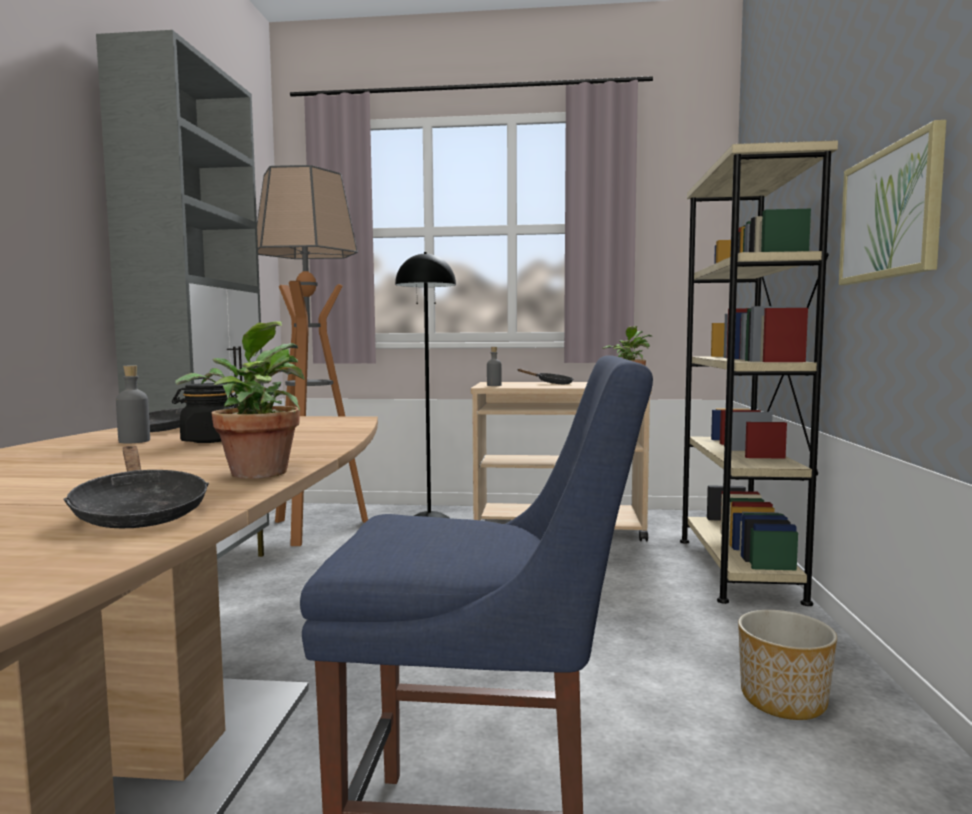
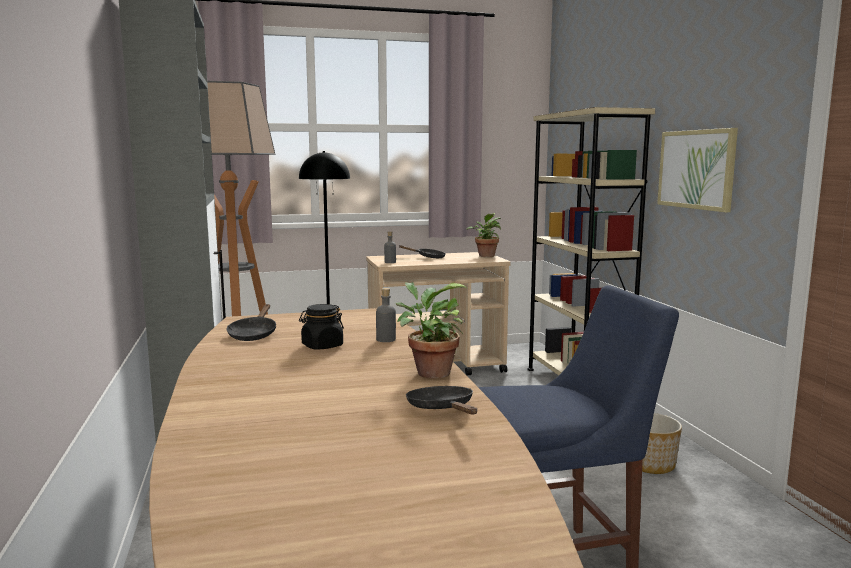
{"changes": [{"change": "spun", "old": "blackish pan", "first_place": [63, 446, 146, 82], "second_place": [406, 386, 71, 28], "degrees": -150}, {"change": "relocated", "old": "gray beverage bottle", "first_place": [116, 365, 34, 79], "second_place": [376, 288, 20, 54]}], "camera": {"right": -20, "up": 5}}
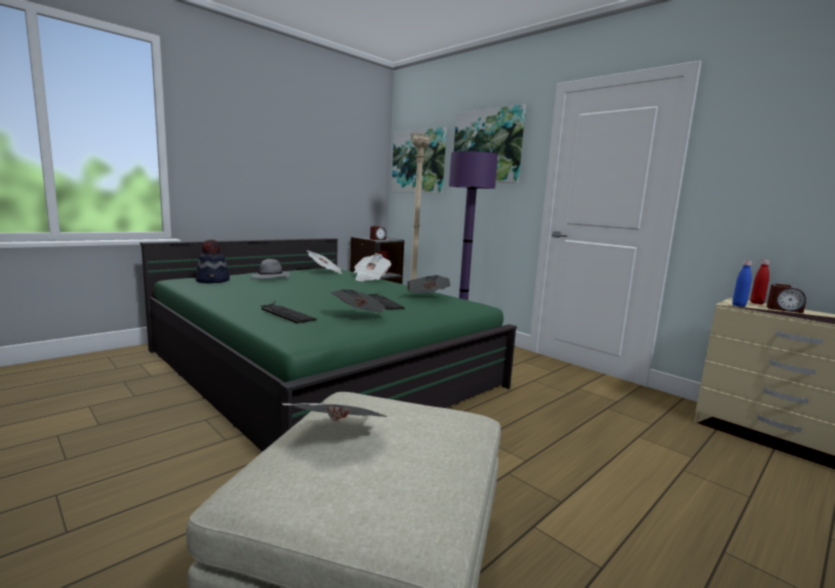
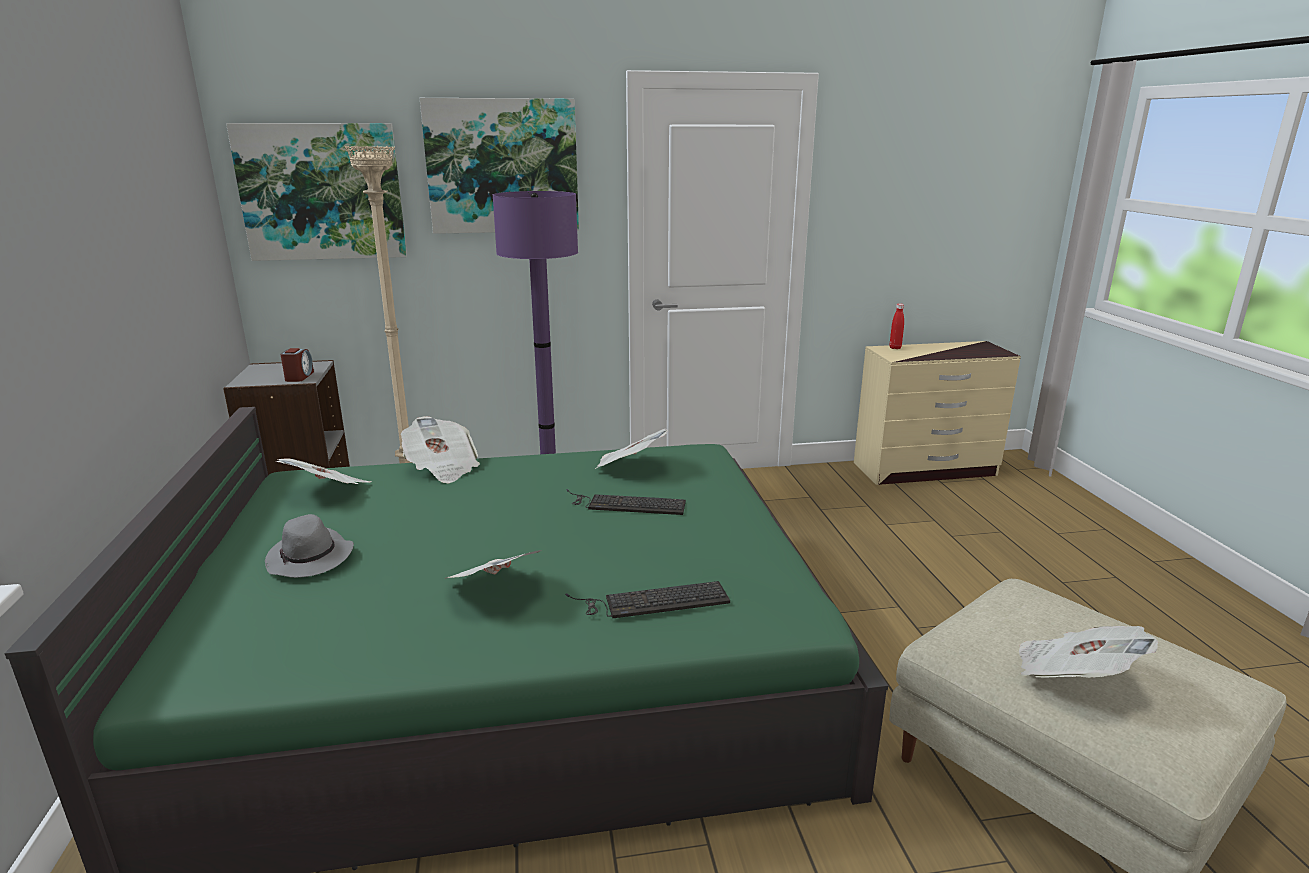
{"changes": [{"change": "missing", "old": "wearable hat", "first_place": [196, 240, 34, 43]}, {"change": "relocated", "old": "newspaper", "first_place": [331, 289, 56, 23], "second_place": [444, 550, 97, 29]}, {"change": "missing", "old": "blue beverage bottle", "first_place": [732, 261, 20, 46]}, {"change": "missing", "old": "alarm clock", "first_place": [767, 284, 39, 29]}], "camera": {"right": -55, "up": 10}}
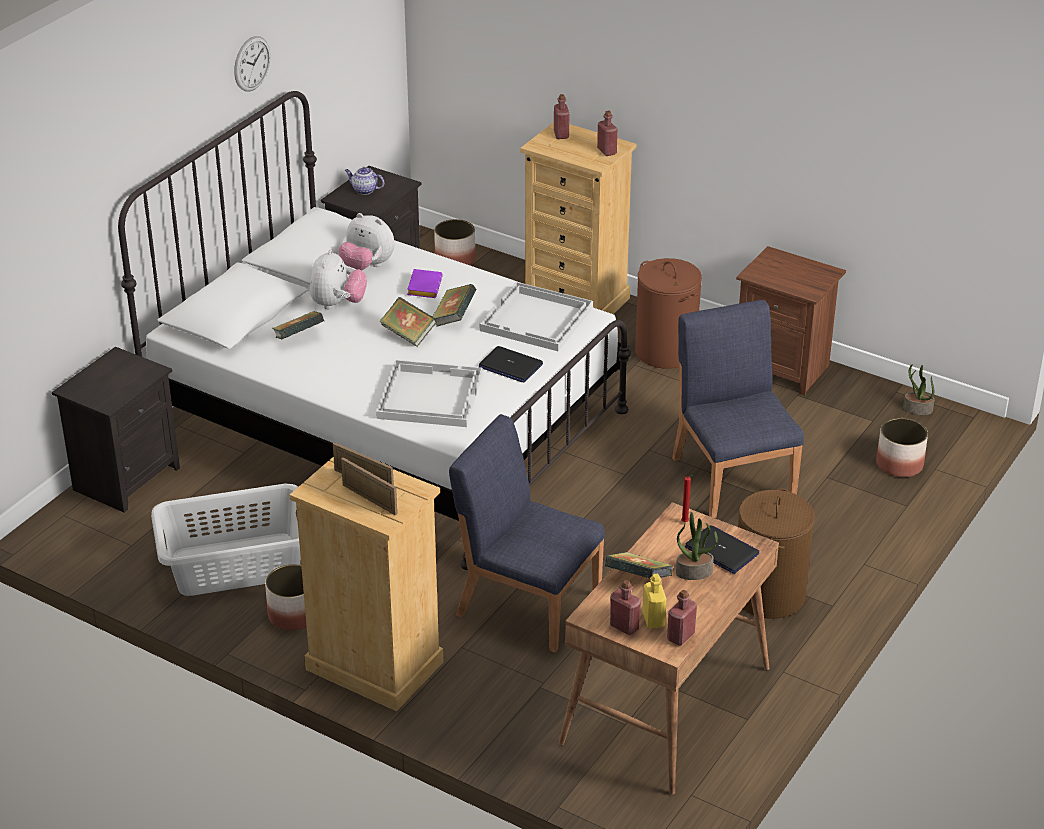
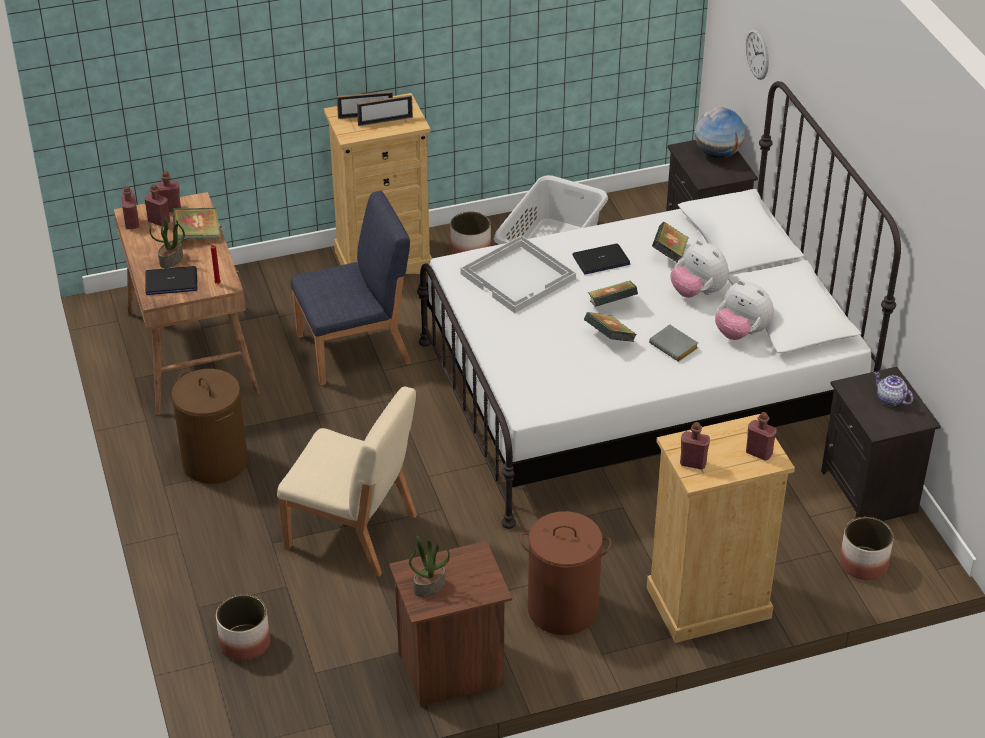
{"changes": [{"change": "relocated", "old": "clock on the wall", "first_place": [234, 36, 36, 56], "second_place": [746, 27, 23, 53]}, {"change": "spun", "old": "plush toy", "first_place": [338, 213, 57, 57], "second_place": [715, 280, 59, 60], "degrees": -120}, {"change": "spun", "old": "tea pot", "first_place": [345, 167, 39, 28], "second_place": [874, 371, 39, 35], "degrees": -105}, {"change": "colour", "old": "purple-coloured volume", "new": "gray volume", "first_place": [407, 269, 36, 29], "second_place": [649, 325, 49, 37]}, {"change": "relocated", "old": "laptop", "first_place": [479, 346, 64, 37], "second_place": [573, 244, 57, 30]}, {"change": "missing", "old": "whitish tray", "first_place": [480, 282, 113, 69]}, {"change": "colour", "old": "yellow-coloured beverage bottle", "new": "reddish beverage bottle", "first_place": [643, 574, 23, 54], "second_place": [144, 184, 26, 43]}, {"change": "colour", "old": "blue chair", "new": "sand-coloured chair", "first_place": [672, 300, 132, 218], "second_place": [277, 387, 140, 190]}, {"change": "relocated", "old": "houseplant", "first_place": [903, 364, 32, 51], "second_place": [409, 536, 41, 61]}, {"change": "appeared", "new": "world globe", "second_place": [695, 108, 50, 50]}], "camera": {"right": 130, "up": 5}}
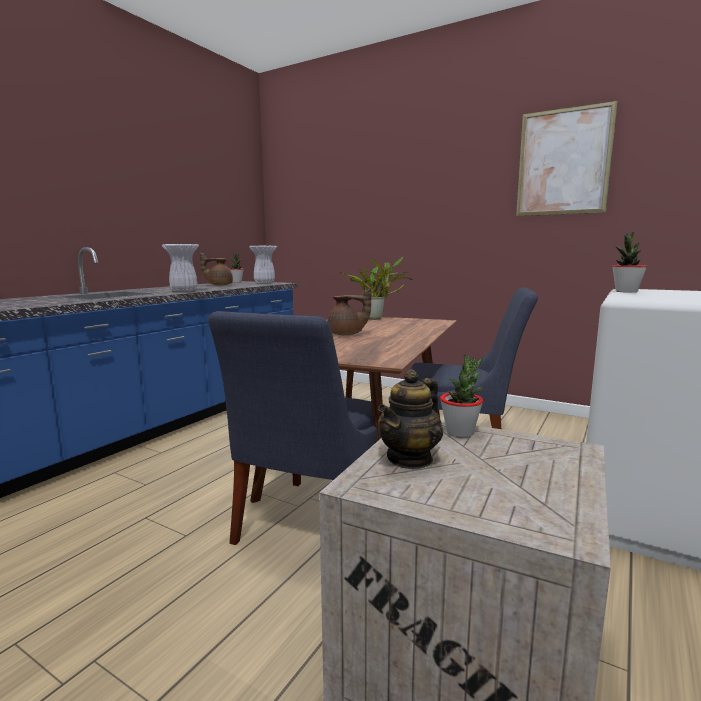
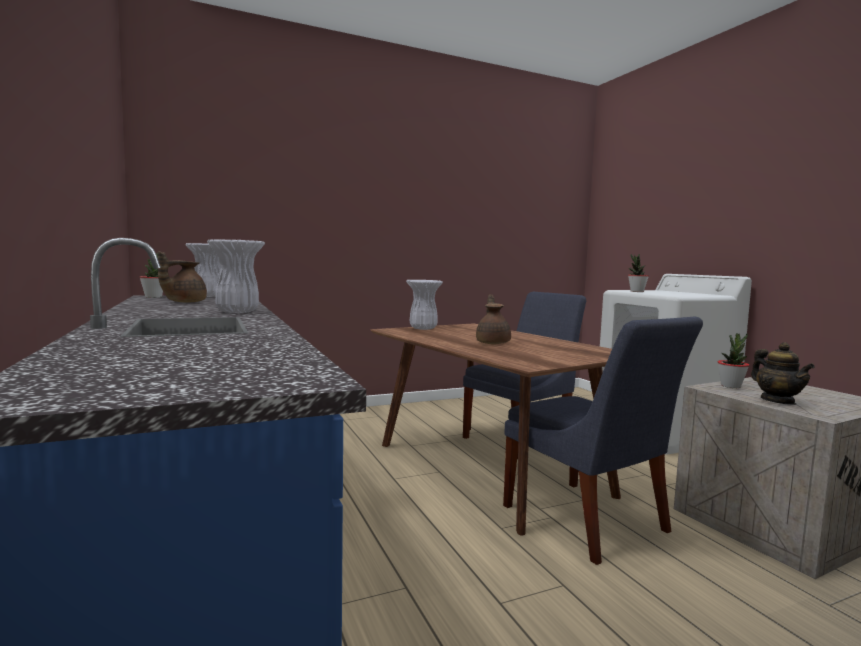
{"changes": [{"change": "spun", "old": "brownish tea pot", "first_place": [327, 287, 44, 48], "second_place": [476, 294, 35, 50], "degrees": -45}, {"change": "exchanged", "old": "houseplant", "new": "whitish vase", "first_place": [340, 257, 73, 63], "second_place": [406, 280, 37, 50]}, {"change": "missing", "old": "picture", "first_place": [516, 100, 102, 116]}], "camera": {"right": -55, "up": -5}}
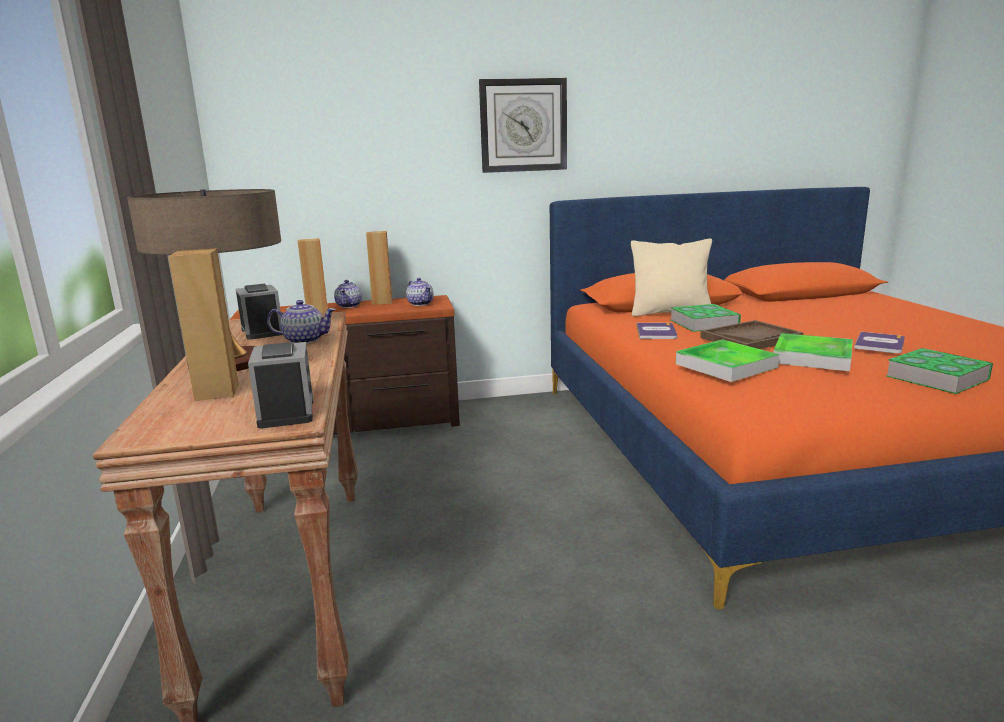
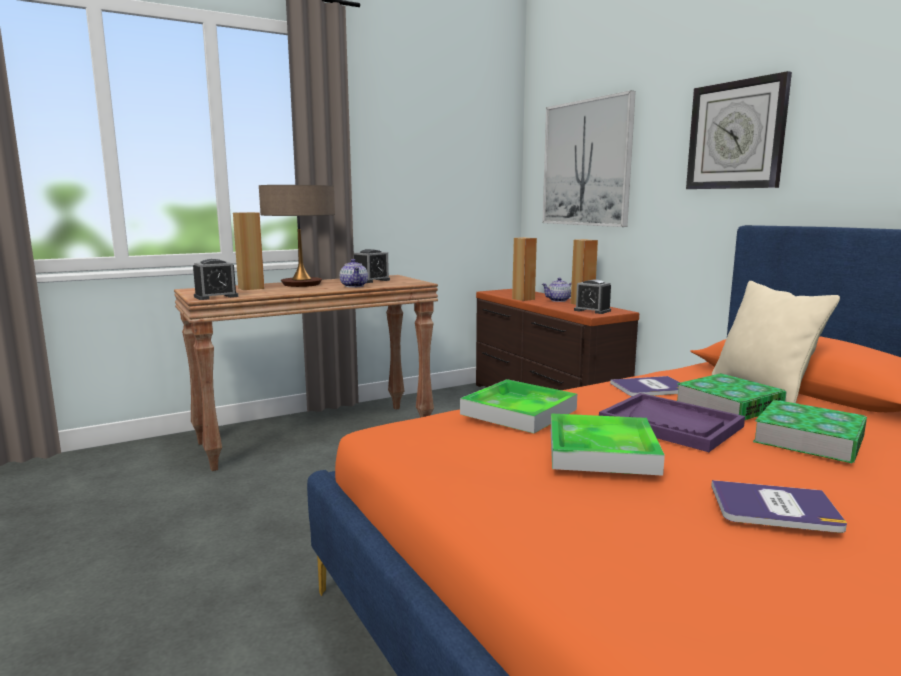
{"changes": [{"change": "exchanged", "old": "tea pot", "new": "alarm clock", "first_place": [406, 278, 28, 28], "second_place": [574, 279, 37, 35]}, {"change": "colour", "old": "brownish tray", "new": "purple-coloured tray", "first_place": [700, 320, 103, 29], "second_place": [599, 393, 146, 59]}, {"change": "relocated", "old": "volume", "first_place": [886, 348, 107, 46], "second_place": [753, 400, 114, 63]}, {"change": "appeared", "new": "picture", "second_place": [542, 90, 94, 137]}], "camera": {"right": 70, "up": -5}}
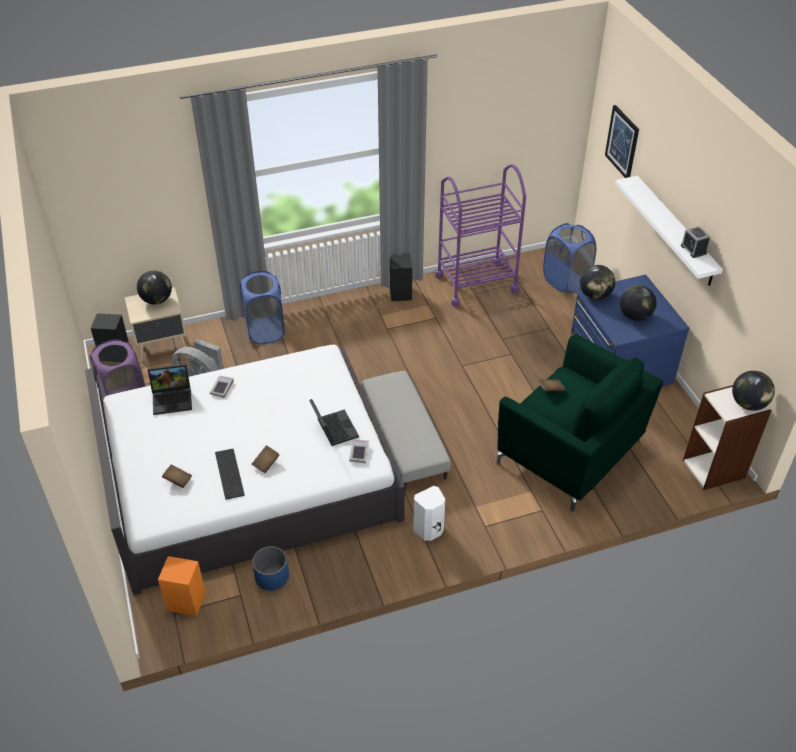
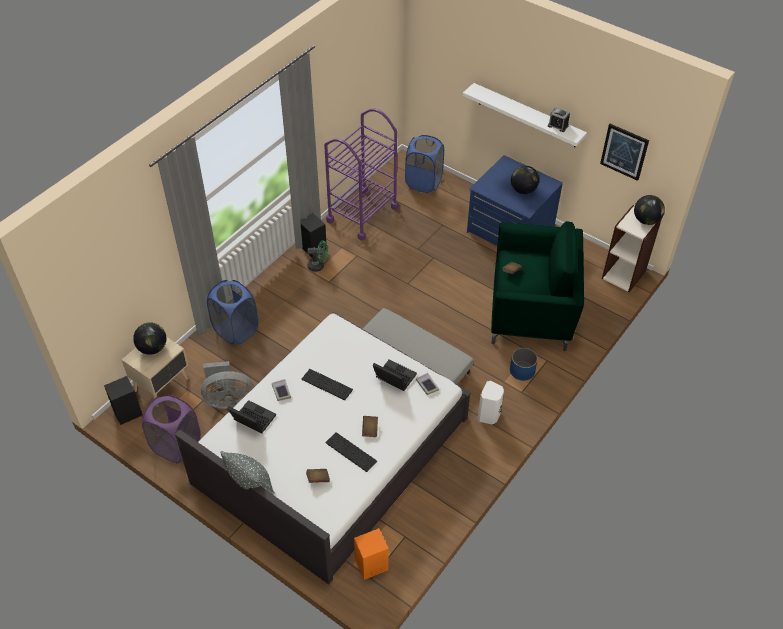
{"changes": [{"change": "spun", "old": "laptop", "first_place": [148, 364, 44, 51], "second_place": [227, 400, 49, 34], "degrees": -105}, {"change": "relocated", "old": "blue plant pot", "first_place": [252, 546, 37, 45], "second_place": [510, 348, 27, 33]}, {"change": "missing", "old": "world globe", "first_place": [580, 265, 35, 35]}, {"change": "relocated", "old": "picture", "first_place": [605, 105, 34, 73], "second_place": [600, 124, 49, 57]}, {"change": "appeared", "new": "gray cushion", "second_place": [220, 451, 55, 44]}, {"change": "appeared", "new": "computer keyboard", "second_place": [302, 369, 51, 31]}, {"change": "appeared", "new": "green-coloured electric fan", "second_place": [307, 241, 21, 31]}], "camera": {"right": -35, "up": 5}}
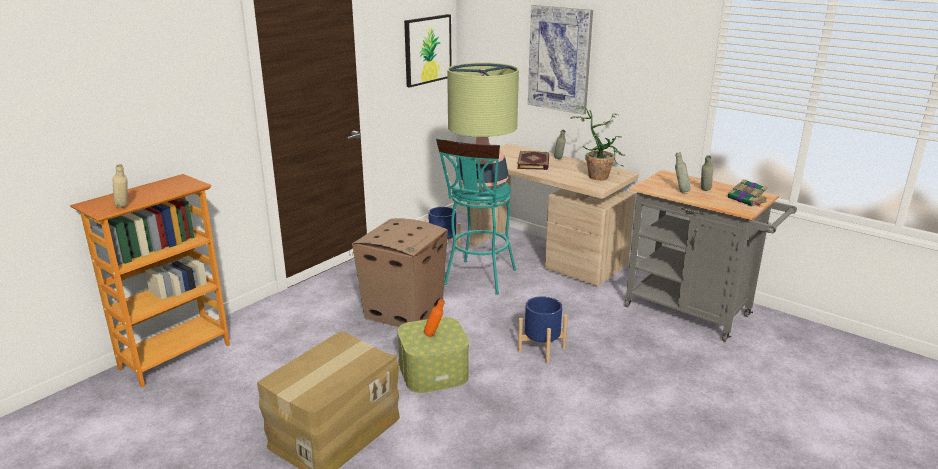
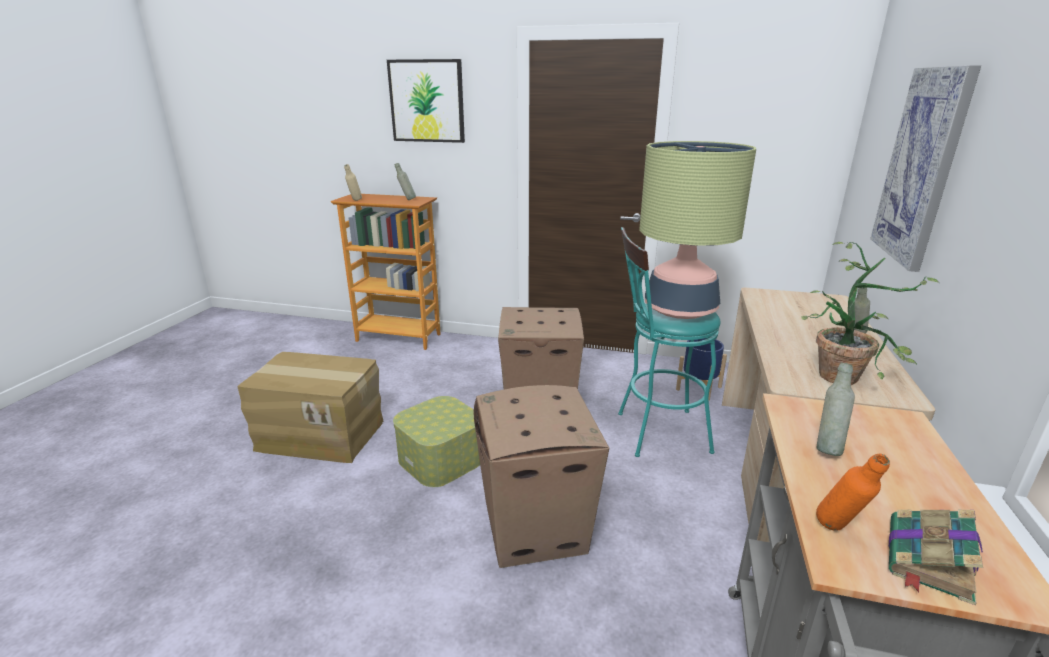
{"changes": [{"change": "relocated", "old": "picture", "first_place": [404, 14, 48, 74], "second_place": [387, 59, 78, 84]}, {"change": "relocated", "old": "orangey beverage bottle", "first_place": [424, 299, 20, 38], "second_place": [816, 454, 74, 77]}, {"change": "missing", "old": "volume", "first_place": [517, 151, 32, 19]}, {"change": "exchanged", "old": "blue plant pot", "new": "carton", "first_place": [518, 296, 50, 68], "second_place": [473, 385, 136, 183]}, {"change": "relocated", "old": "gray beverage bottle", "first_place": [701, 155, 12, 36], "second_place": [395, 163, 21, 37]}], "camera": {"right": 65, "up": 0}}
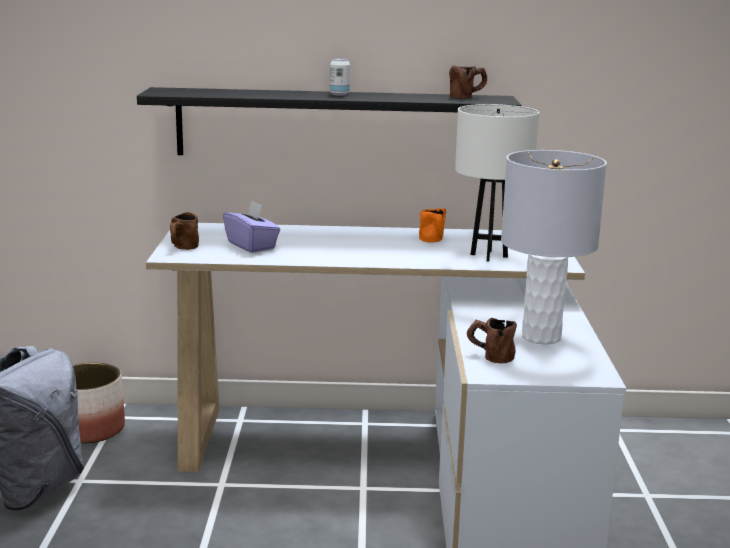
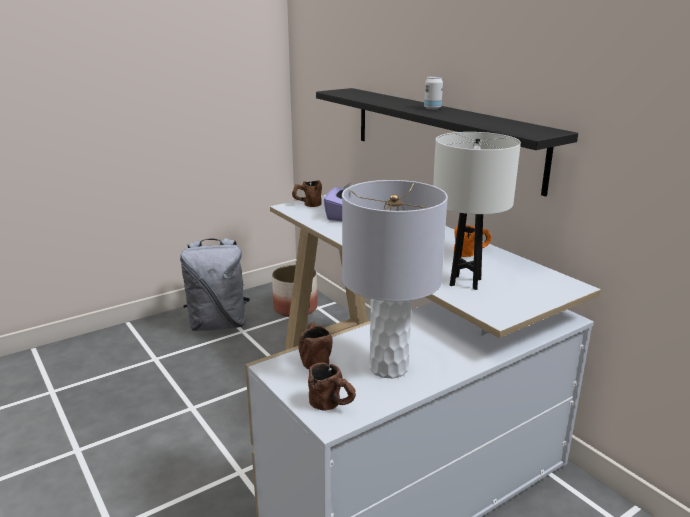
{"changes": [{"change": "relocated", "old": "brownish coffee mug", "first_place": [449, 66, 38, 32], "second_place": [308, 362, 48, 49]}], "camera": {"right": 55, "up": 5}}
